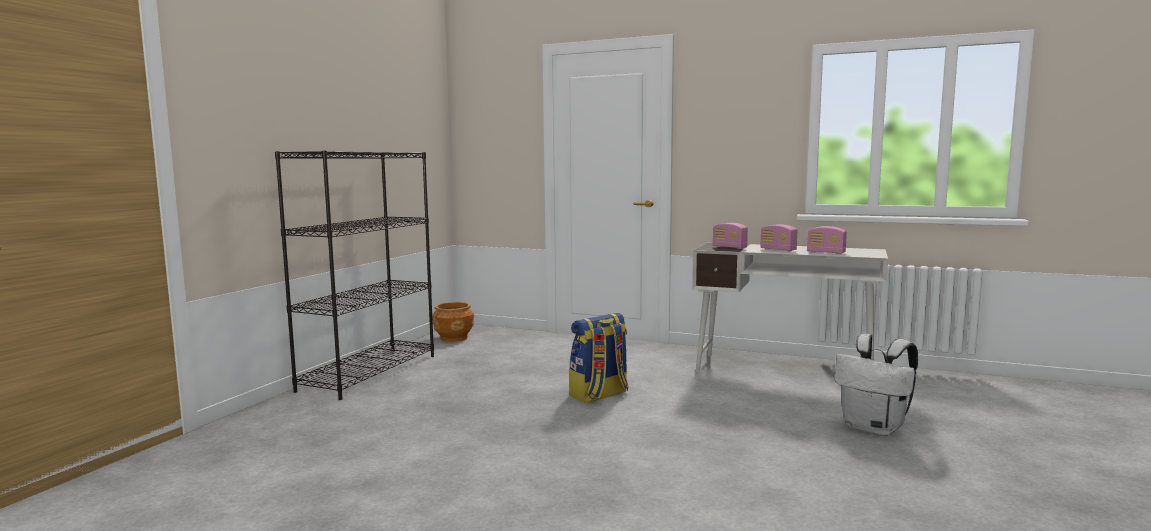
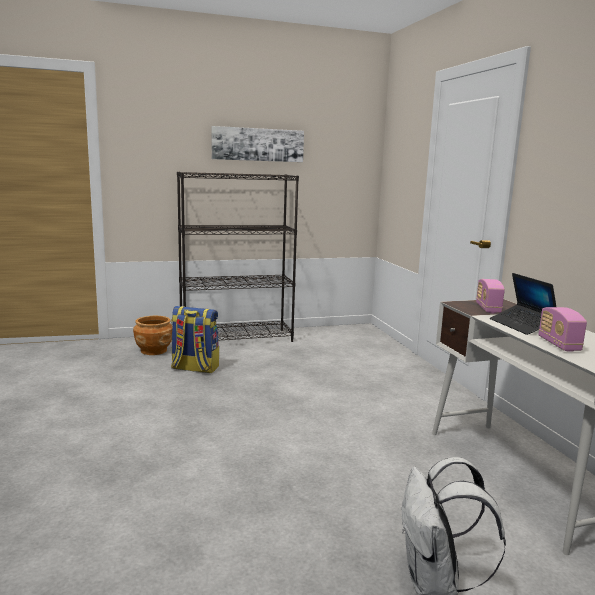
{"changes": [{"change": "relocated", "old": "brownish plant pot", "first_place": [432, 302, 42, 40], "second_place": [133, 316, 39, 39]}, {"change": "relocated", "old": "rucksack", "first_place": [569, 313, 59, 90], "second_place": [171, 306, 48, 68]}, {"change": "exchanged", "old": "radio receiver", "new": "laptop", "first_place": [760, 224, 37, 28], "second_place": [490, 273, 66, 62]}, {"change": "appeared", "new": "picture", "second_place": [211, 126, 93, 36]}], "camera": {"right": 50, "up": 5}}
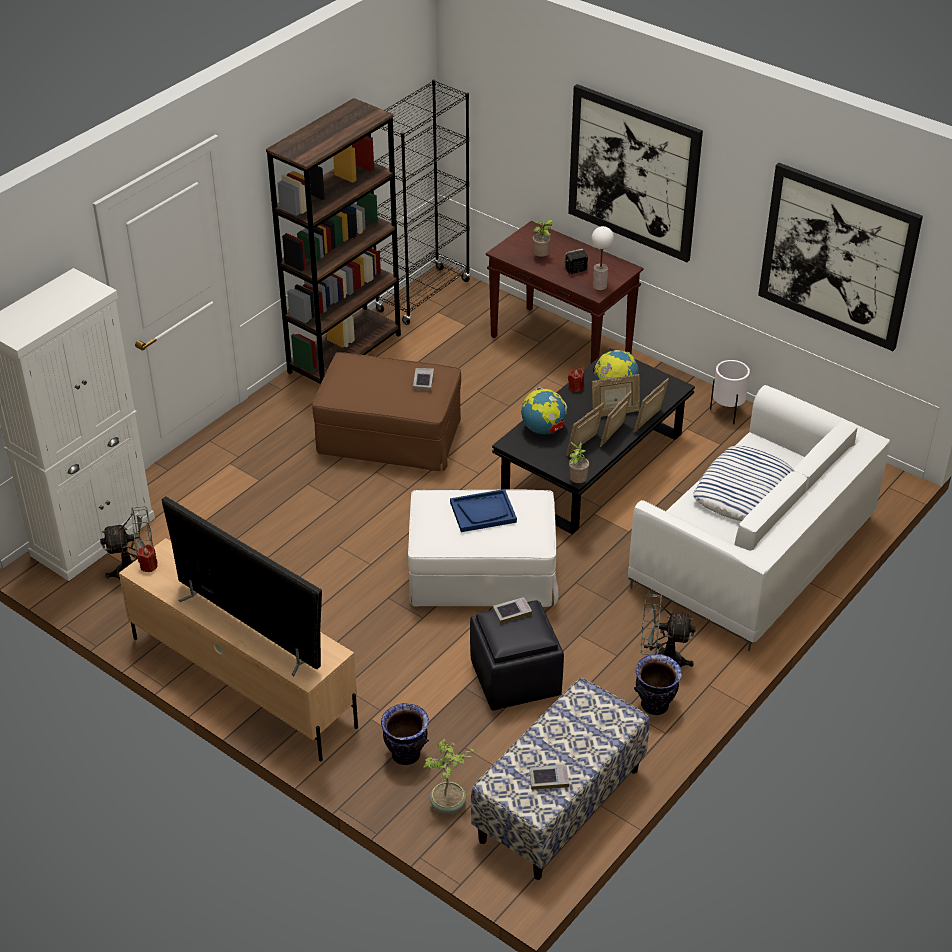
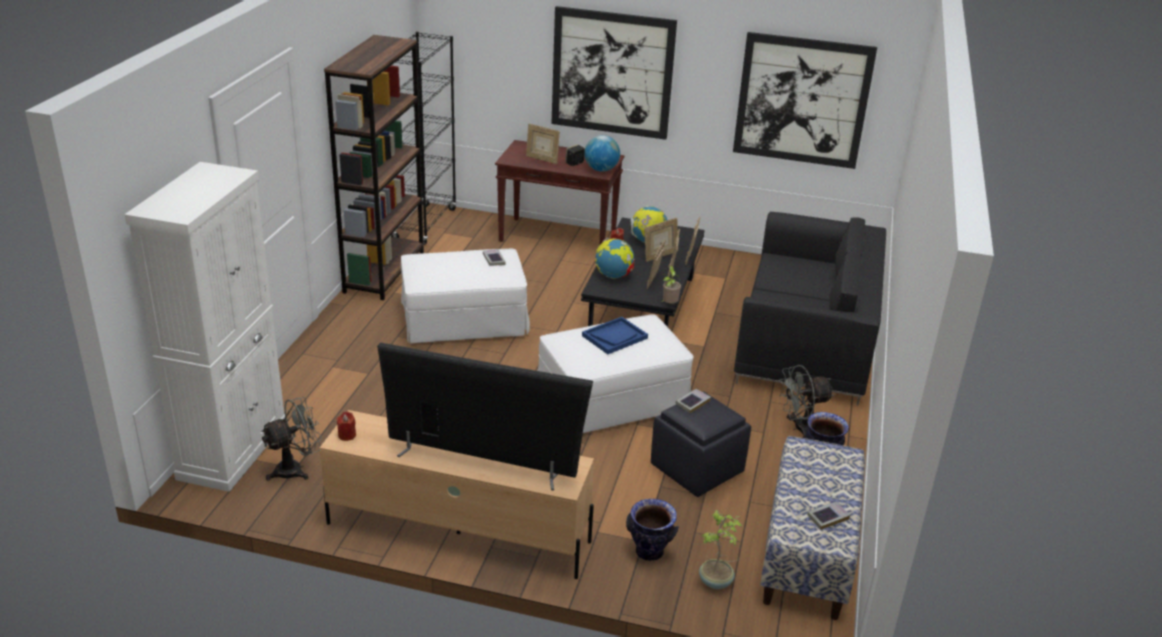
{"changes": [{"change": "colour", "old": "brownish ottoman", "new": "whitish ottoman", "first_place": [312, 352, 149, 119], "second_place": [401, 249, 129, 94]}, {"change": "exchanged", "old": "houseplant", "new": "picture frame", "first_place": [532, 220, 21, 37], "second_place": [526, 124, 34, 40]}, {"change": "exchanged", "old": "tabletop lamp", "new": "world globe", "first_place": [591, 226, 23, 64], "second_place": [584, 135, 36, 37]}, {"change": "colour", "old": "whitish settee", "new": "blackish settee", "first_place": [628, 385, 262, 266], "second_place": [734, 212, 152, 194]}, {"change": "missing", "old": "cushion", "first_place": [693, 446, 100, 75]}, {"change": "missing", "old": "whitish plant pot", "first_place": [710, 360, 40, 64]}], "camera": {"right": -25, "up": -10}}
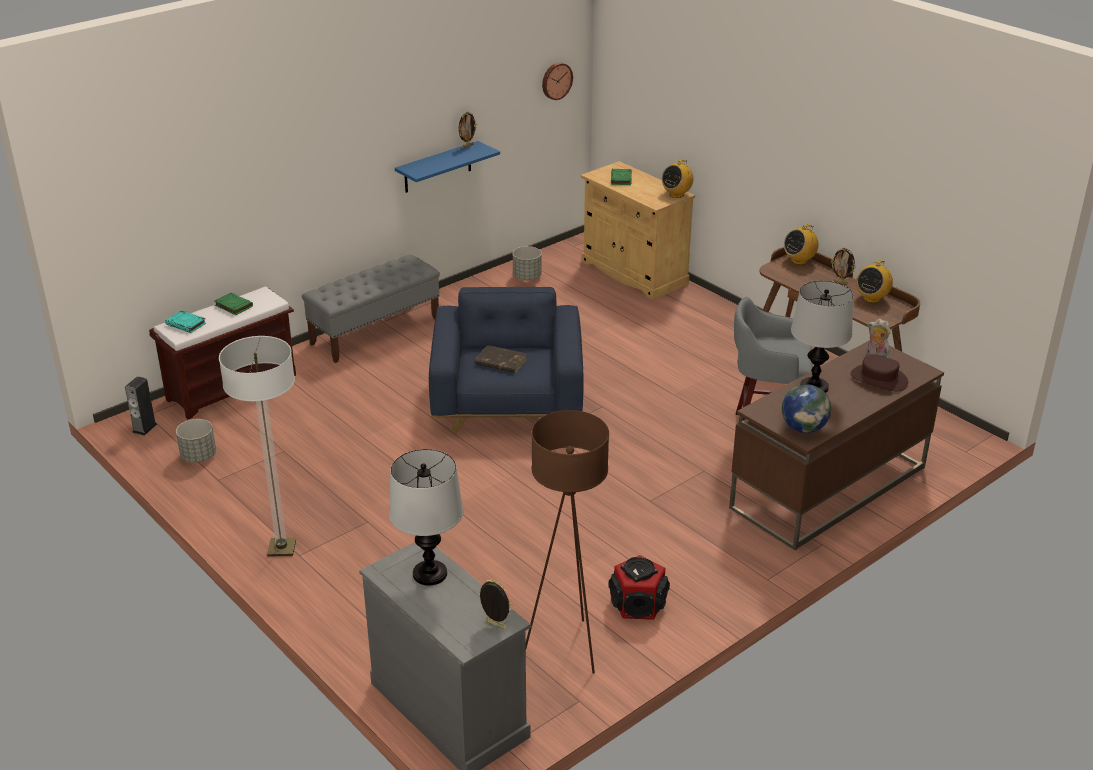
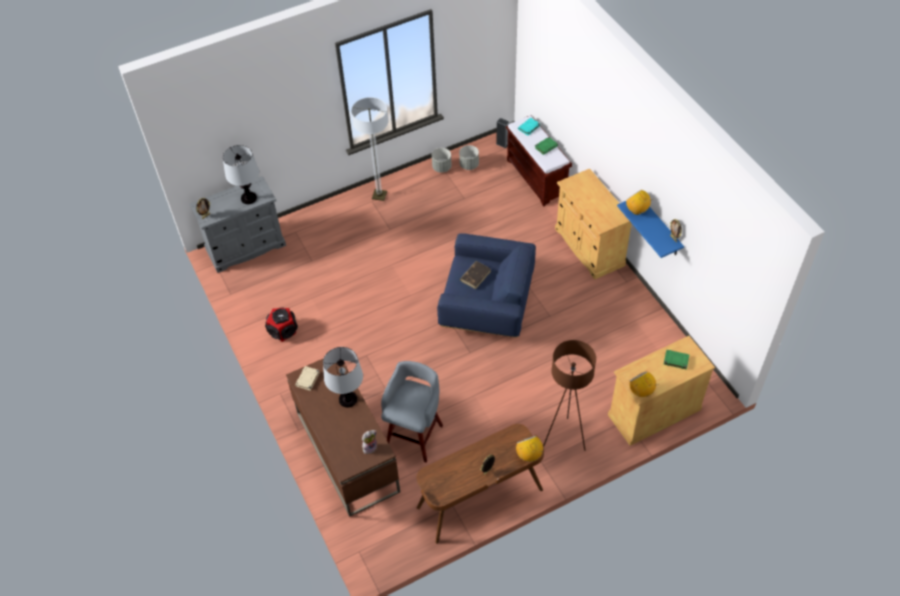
{"changes": [{"change": "exchanged", "old": "gray long seat", "new": "sand-coloured cupboard", "first_place": [302, 254, 138, 109], "second_place": [555, 169, 77, 110]}, {"change": "relocated", "old": "gray plant pot", "first_place": [513, 246, 29, 34], "second_place": [432, 148, 20, 25]}, {"change": "relocated", "old": "brownish standard lamp", "first_place": [526, 410, 83, 264], "second_place": [543, 340, 53, 111]}, {"change": "missing", "old": "clock on the wall", "first_place": [542, 62, 31, 38]}, {"change": "exchanged", "old": "world globe", "new": "sand-coloured volume", "first_place": [782, 384, 49, 49], "second_place": [295, 366, 25, 25]}, {"change": "missing", "old": "brownish wearable hat", "first_place": [850, 354, 58, 38]}, {"change": "relocated", "old": "radio receiver", "first_place": [856, 260, 37, 43], "second_place": [626, 190, 27, 25]}], "camera": {"right": 105, "up": 20}}
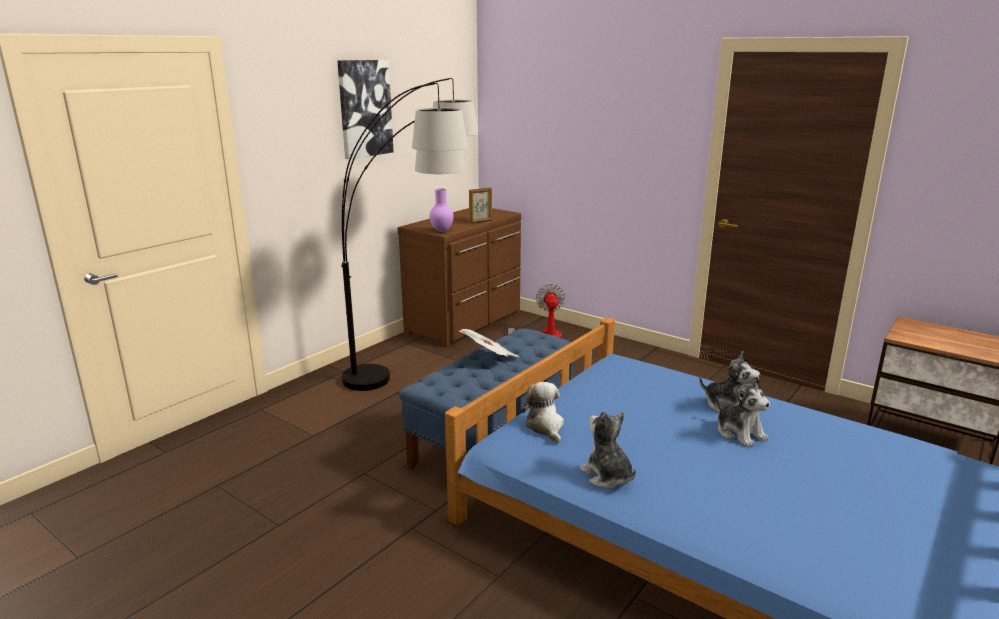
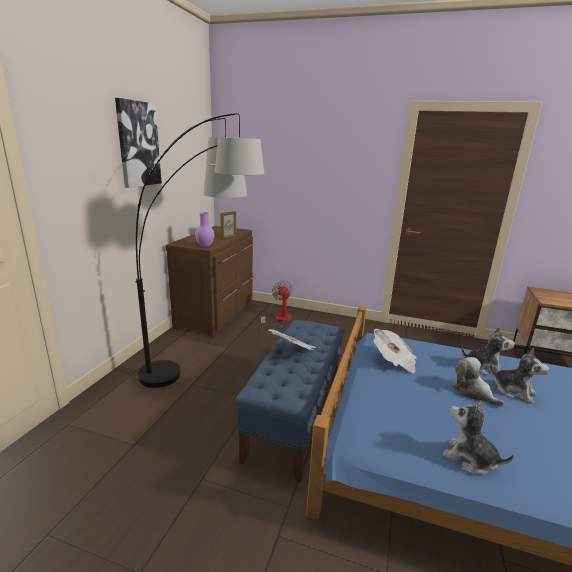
{"changes": [{"change": "relocated", "old": "plush toy", "first_place": [522, 382, 42, 61], "second_place": [452, 357, 52, 49]}, {"change": "appeared", "new": "newspaper", "second_place": [374, 329, 43, 44]}], "camera": {"right": -20, "up": 0}}
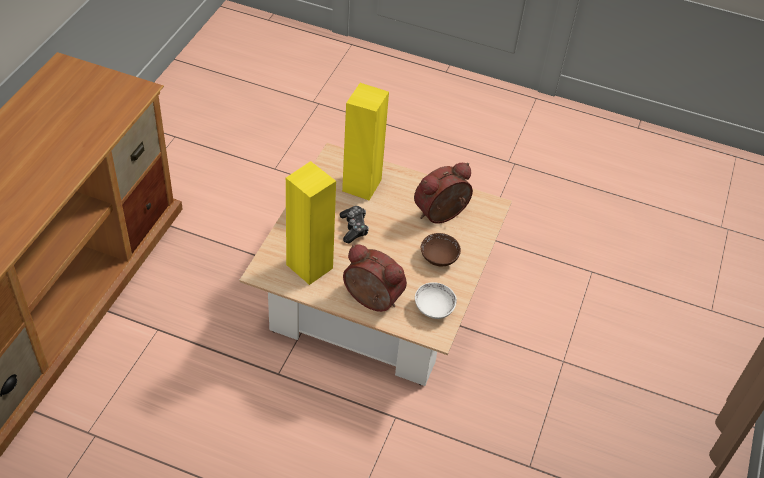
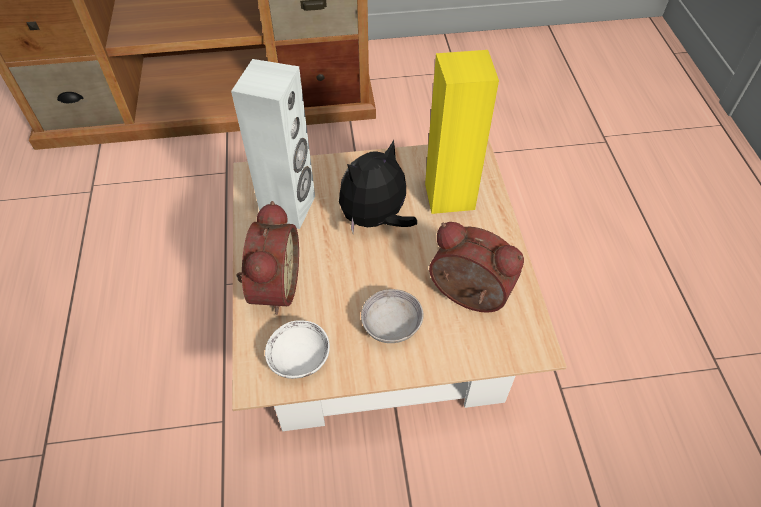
{"changes": [{"change": "colour", "old": "yellow-coloured audio speaker", "new": "whitish audio speaker", "first_place": [286, 161, 50, 124], "second_place": [231, 59, 84, 170]}, {"change": "exchanged", "old": "joypad", "new": "plush toy", "first_place": [340, 206, 29, 37], "second_place": [339, 140, 78, 95]}, {"change": "colour", "old": "brownish bowl", "new": "gray bowl", "first_place": [421, 233, 40, 33], "second_place": [361, 289, 63, 54]}], "camera": {"right": 65, "up": 5}}
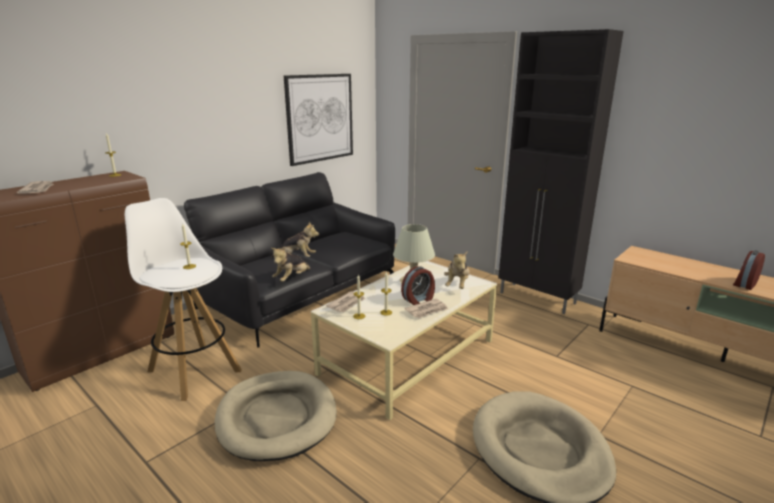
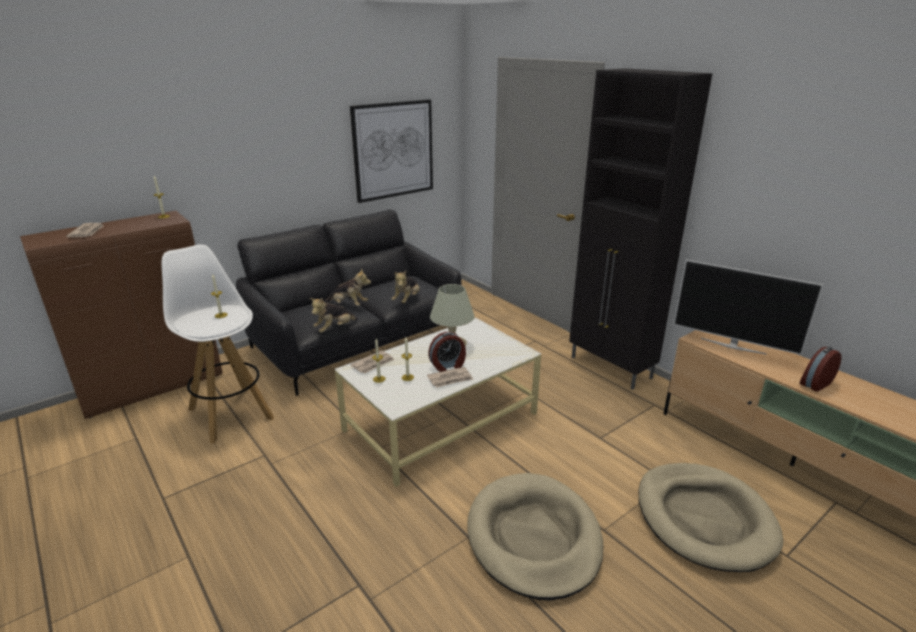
{"changes": [{"change": "relocated", "old": "sand-coloured dog bed", "first_place": [215, 371, 122, 90], "second_place": [638, 463, 145, 109]}, {"change": "relocated", "old": "plush toy", "first_place": [444, 251, 25, 38], "second_place": [391, 271, 29, 32]}, {"change": "appeared", "new": "TV set", "second_place": [673, 260, 151, 95]}], "camera": {"right": 10, "up": 5}}
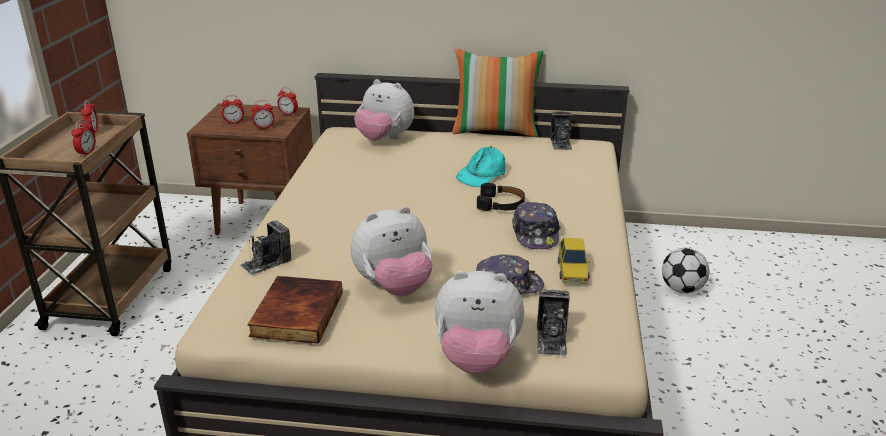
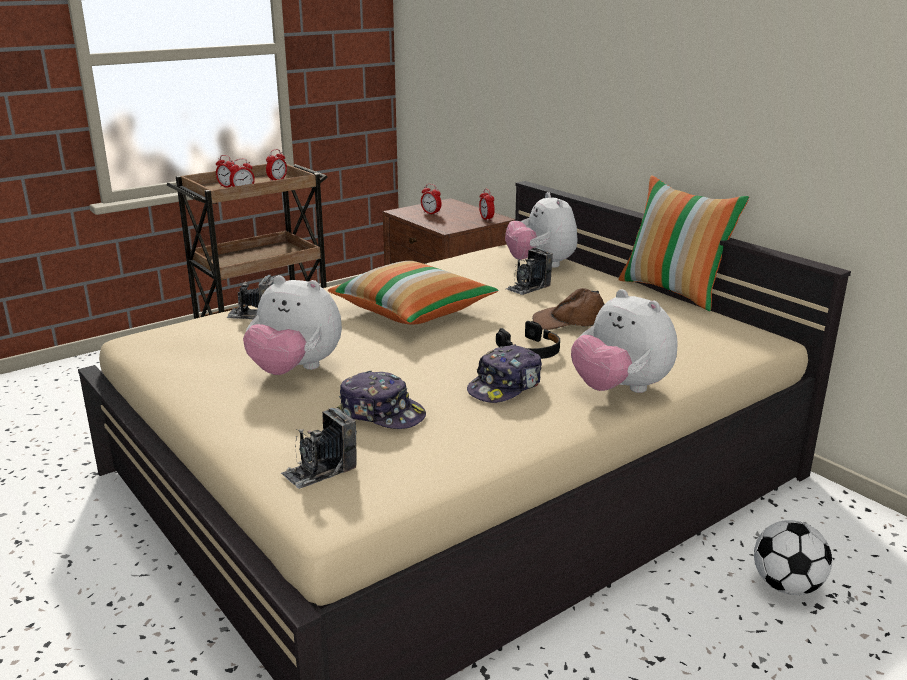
{"changes": [{"change": "missing", "old": "volume", "first_place": [247, 276, 96, 68]}, {"change": "relocated", "old": "alarm clock", "first_place": [252, 100, 22, 29], "second_place": [216, 155, 18, 33]}, {"change": "relocated", "old": "plush toy", "first_place": [435, 271, 89, 103], "second_place": [571, 289, 107, 104]}, {"change": "colour", "old": "blue-green peaked cap", "new": "brownish peaked cap", "first_place": [456, 146, 49, 41], "second_place": [532, 288, 72, 42]}, {"change": "relocated", "old": "photo camera", "first_place": [550, 111, 22, 39], "second_place": [506, 247, 47, 48]}, {"change": "missing", "old": "miniature car", "first_place": [558, 238, 32, 46]}, {"change": "appeared", "new": "cushion", "second_place": [328, 261, 170, 64]}], "camera": {"right": 45, "up": -5}}
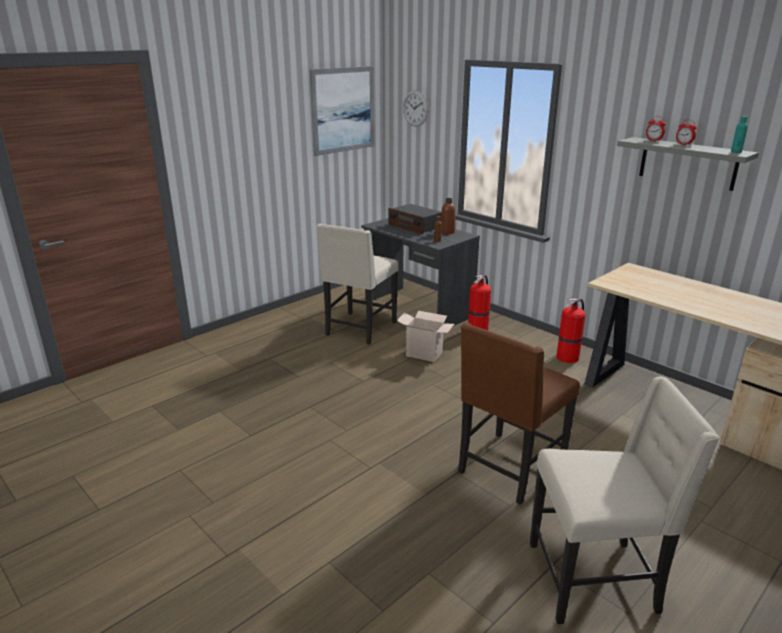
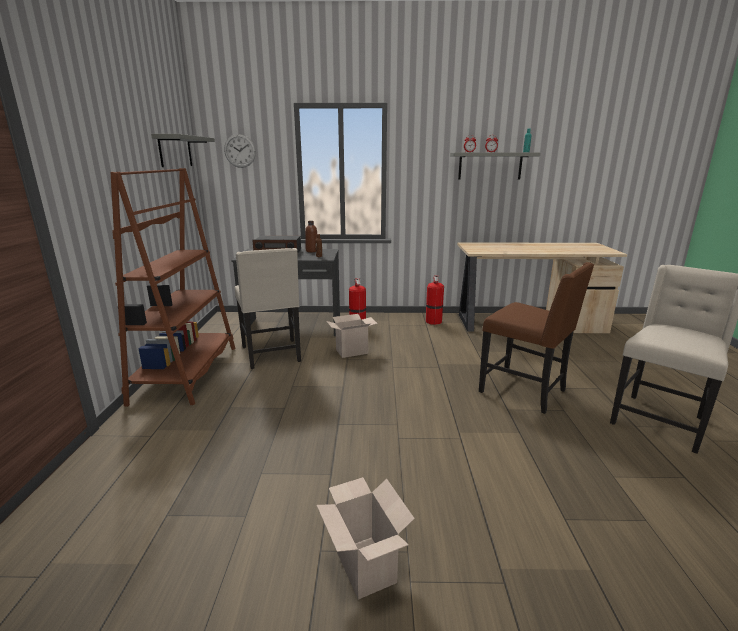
{"changes": [{"change": "exchanged", "old": "picture", "new": "gray wall shelf", "first_place": [310, 66, 64, 90], "second_place": [151, 134, 64, 33]}, {"change": "spun", "old": "brownish chair", "first_place": [458, 323, 122, 182], "second_place": [479, 262, 115, 152], "degrees": -45}, {"change": "appeared", "new": "brownish bookshelf", "second_place": [111, 168, 124, 239]}, {"change": "appeared", "new": "carton", "second_place": [316, 477, 99, 123]}], "camera": {"right": -45, "up": -5}}
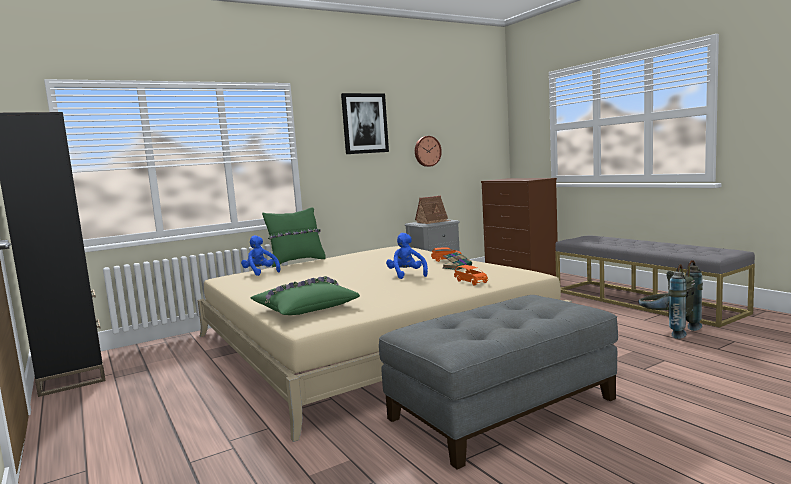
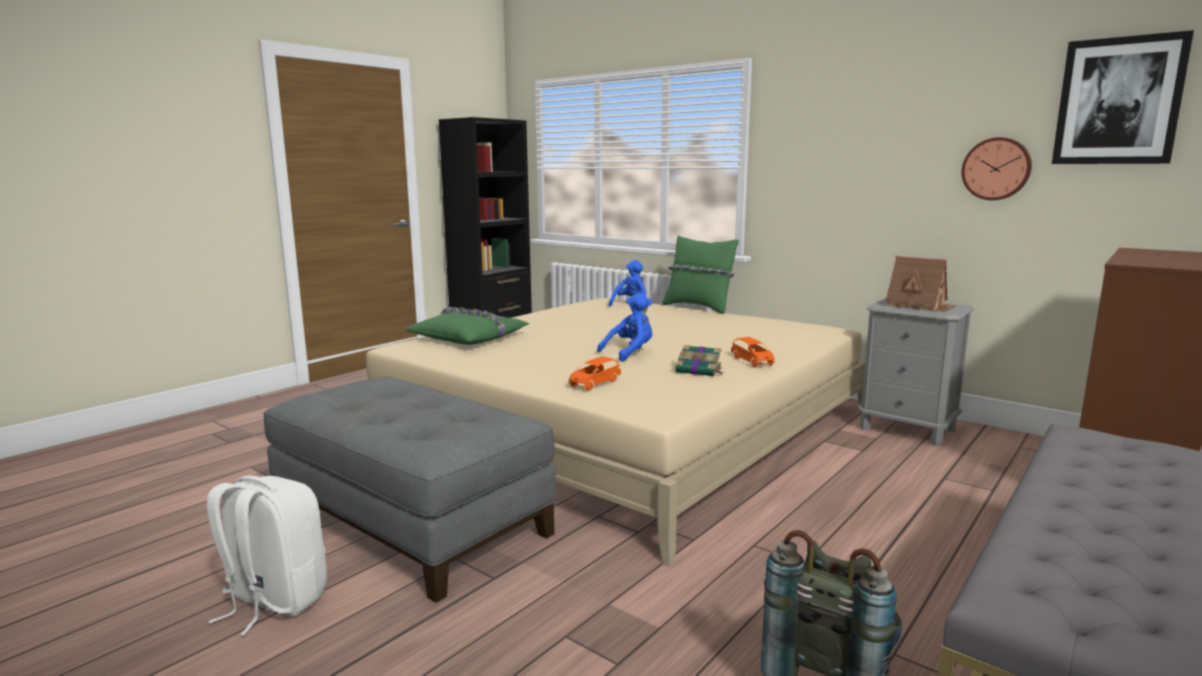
{"changes": [{"change": "relocated", "old": "picture", "first_place": [341, 93, 48, 61], "second_place": [1052, 30, 142, 134]}, {"change": "appeared", "new": "whitish rucksack", "second_place": [207, 476, 120, 160]}], "camera": {"right": 70, "up": 5}}
